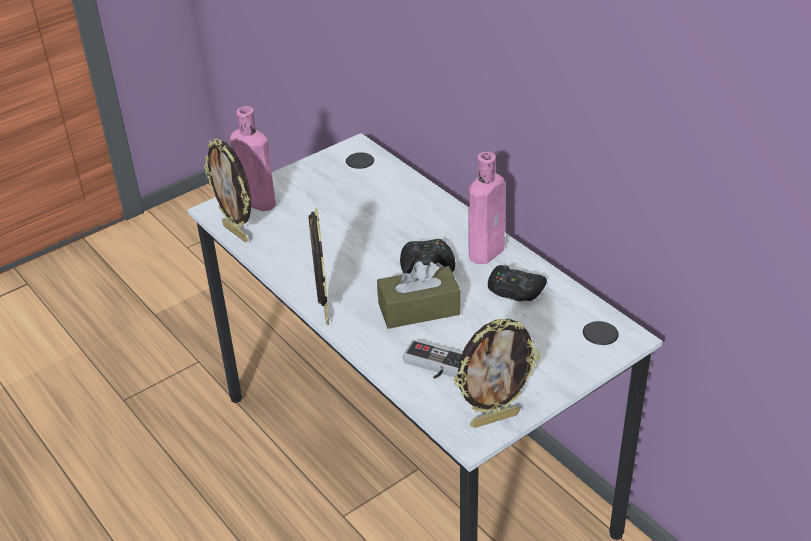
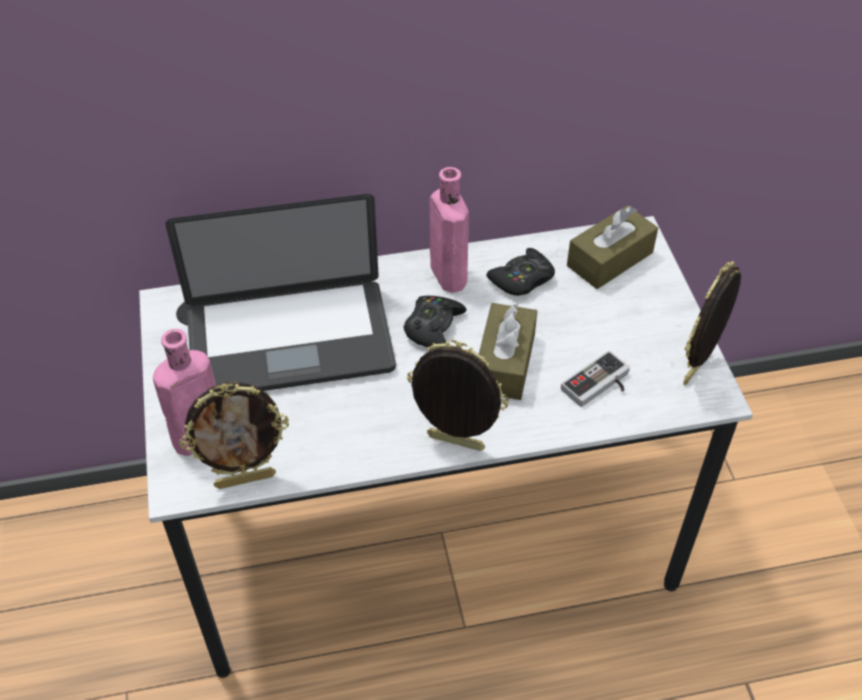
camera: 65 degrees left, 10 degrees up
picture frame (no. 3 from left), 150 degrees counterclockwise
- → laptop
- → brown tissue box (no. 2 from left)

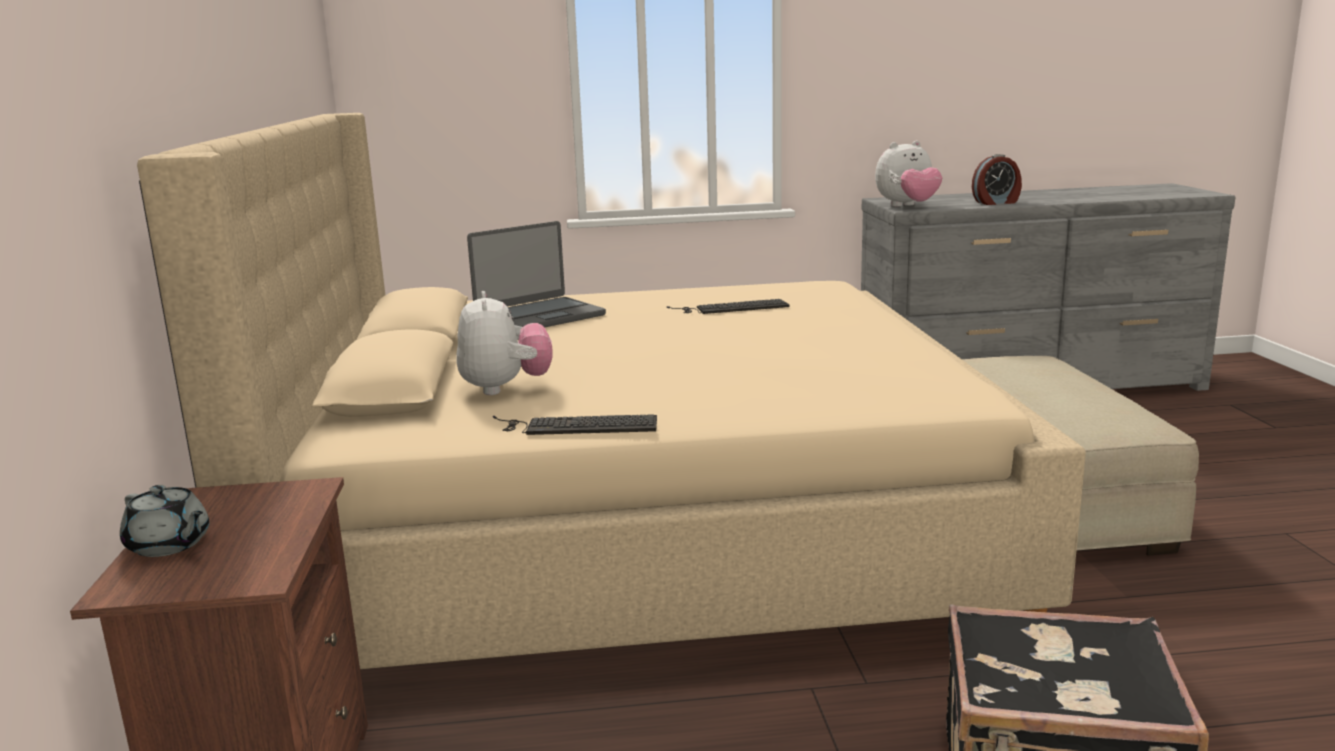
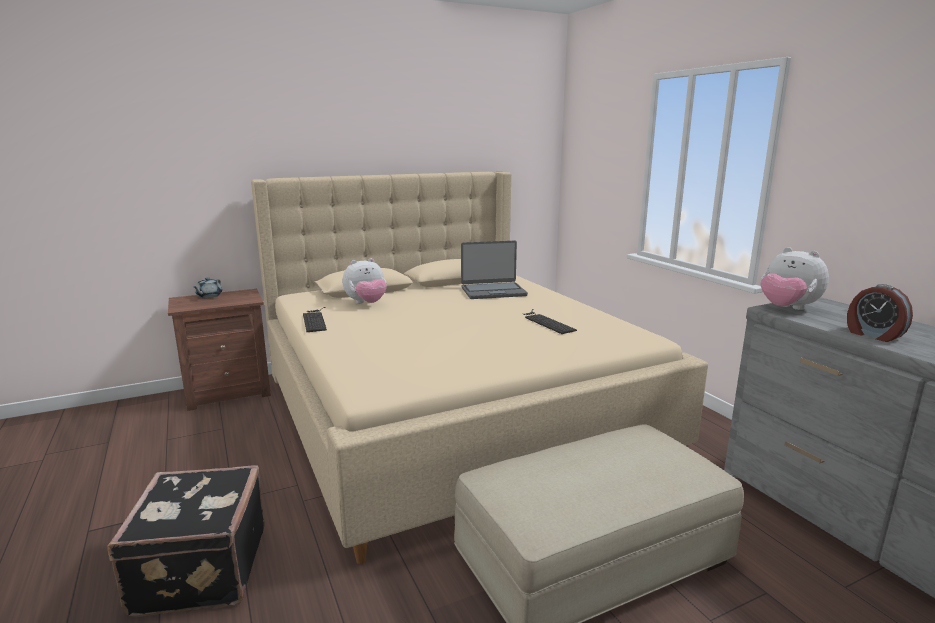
camera: 70 degrees right, 0 degrees up
laptop, 45 degrees counterclockwise

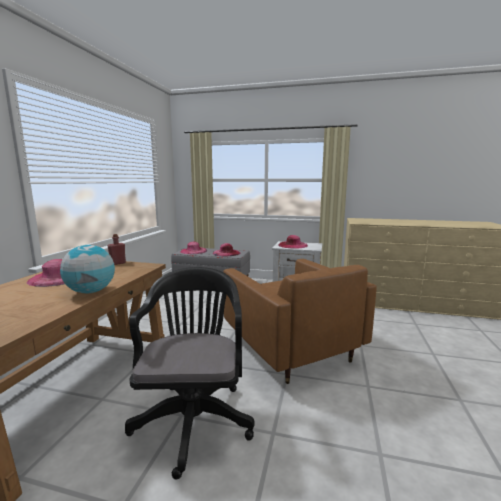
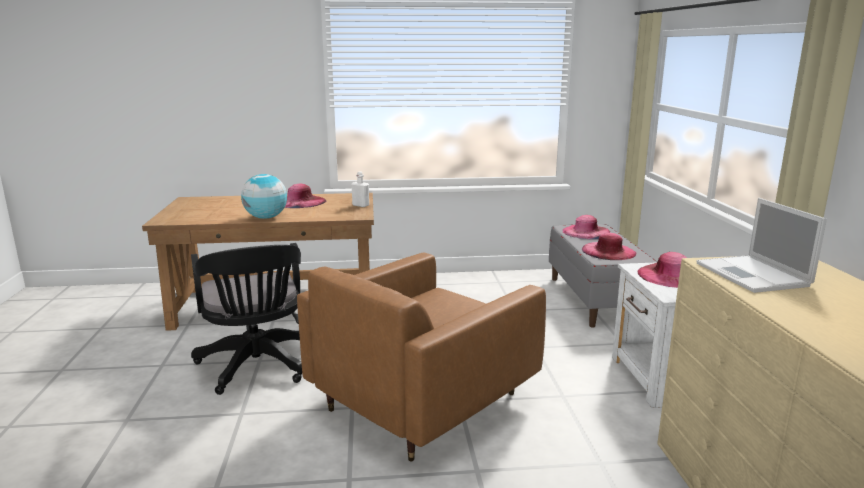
camera: 70 degrees right, 5 degrees up
red bottle → white bottle
black office chair, 90 degrees clockwise
- → laptop

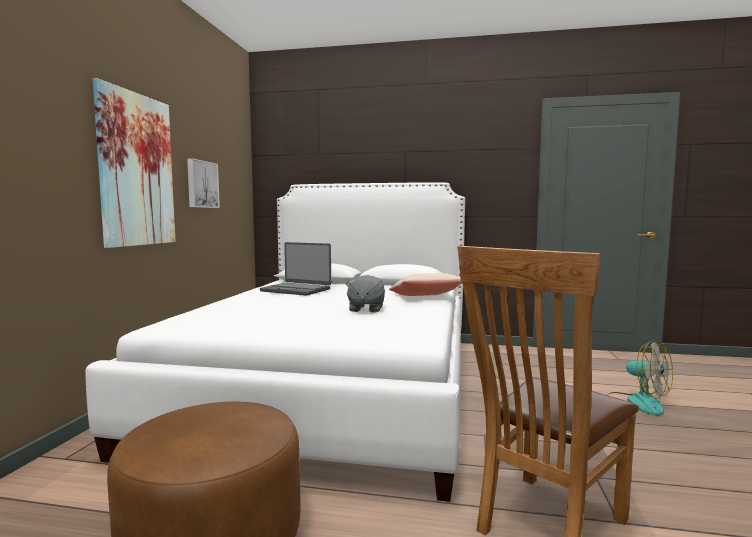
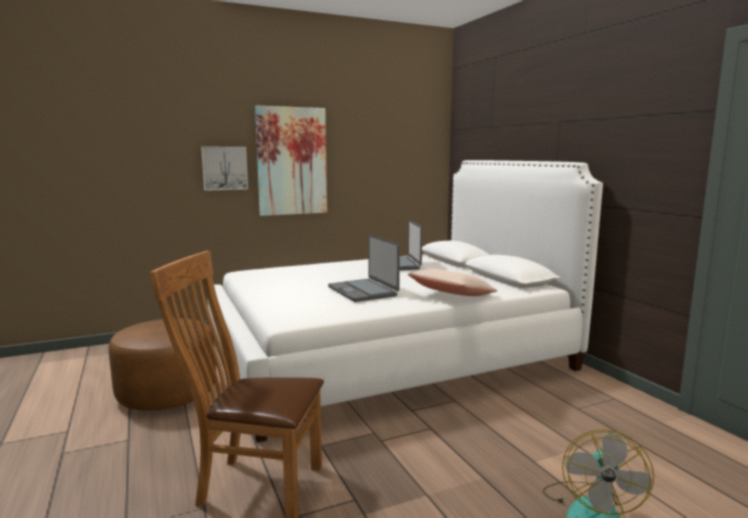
camera: 55 degrees right, 5 degrees up
picture (no. 2 from left in the first image) → picture (no. 1 from left), relocated
grey plush toy → laptop (no. 1 from left)

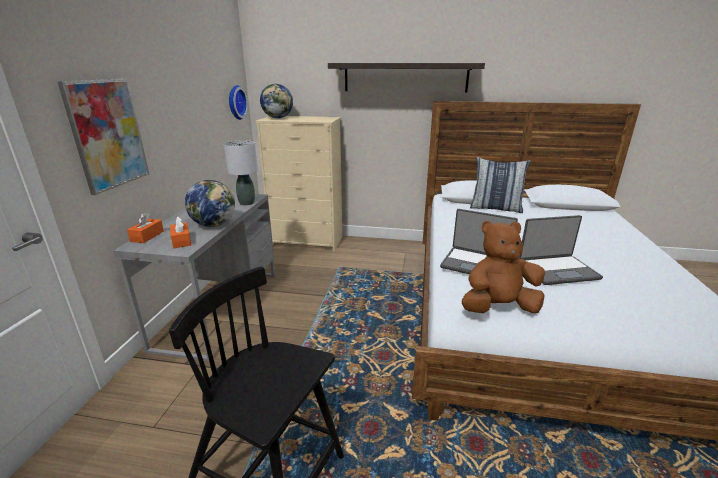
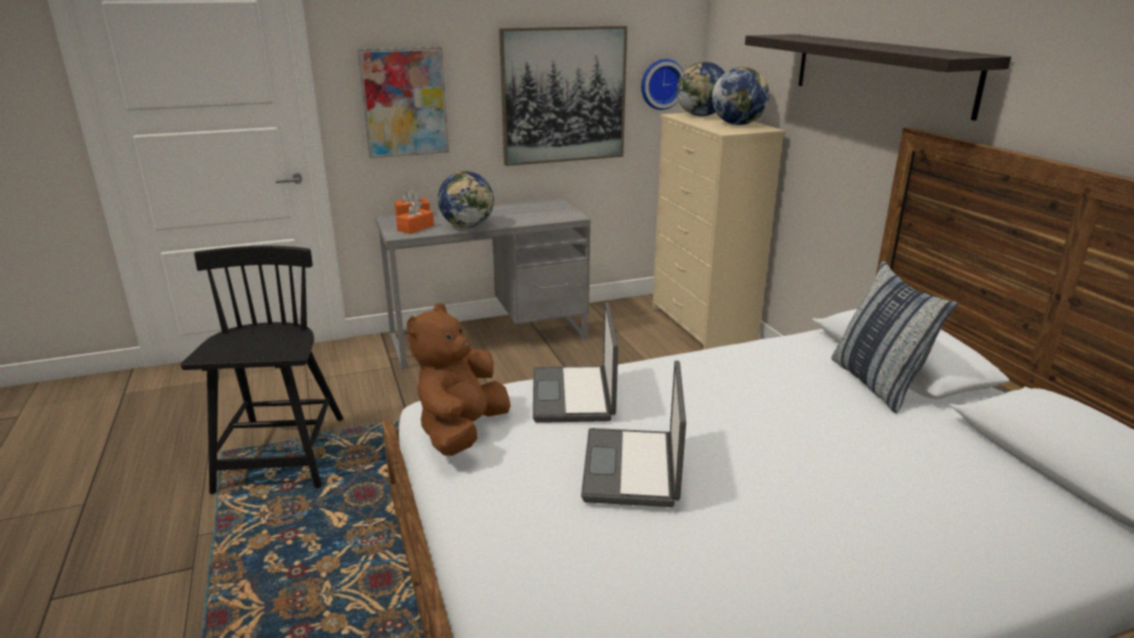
camera: 60 degrees right, 0 degrees up
grey table lamp → -
brown plush toy, 120 degrees counterclockwise
laptop (no. 2 from left), 45 degrees clockwise
- → picture (no. 2 from left)
- → globe (no. 3 from left)

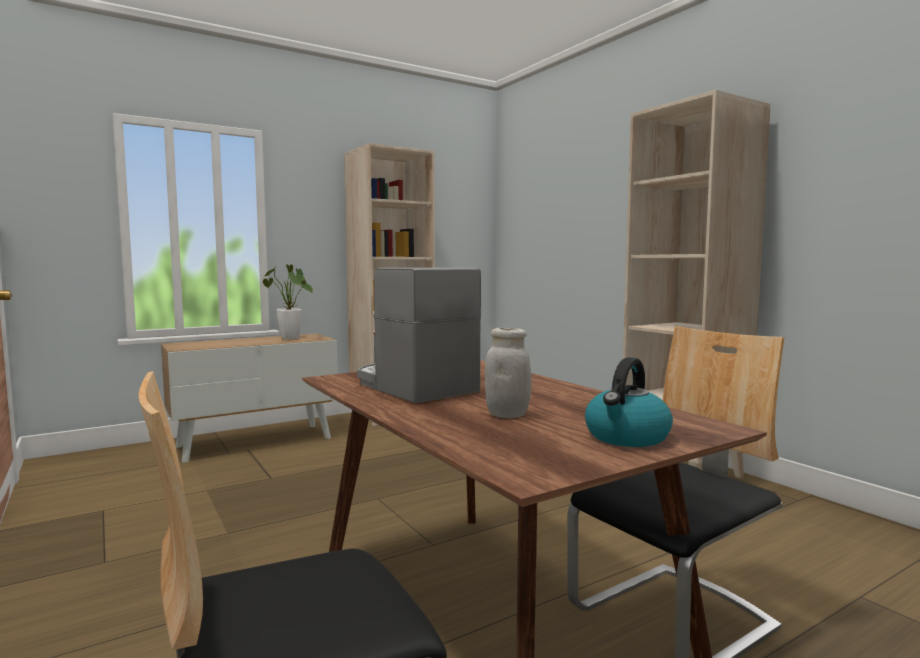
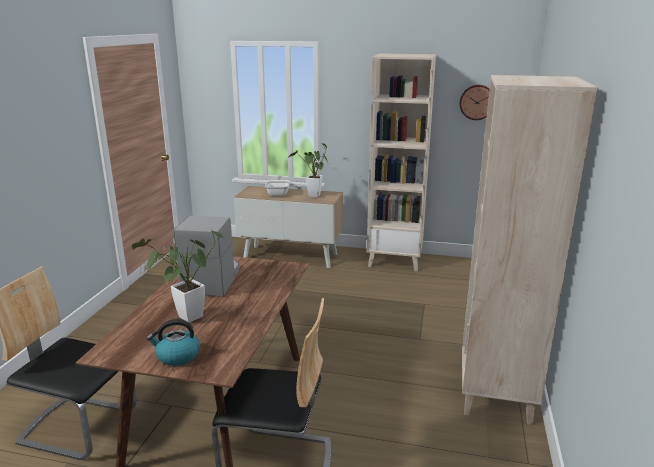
camera: 45 degrees right, 15 degrees up
white jar → potted plant (no. 1 from left)
- → frying pan
- → wall clock

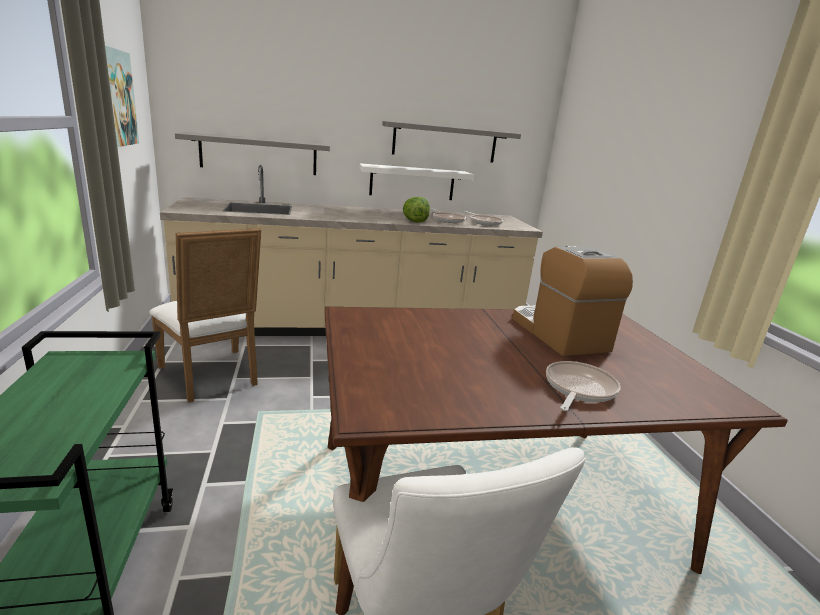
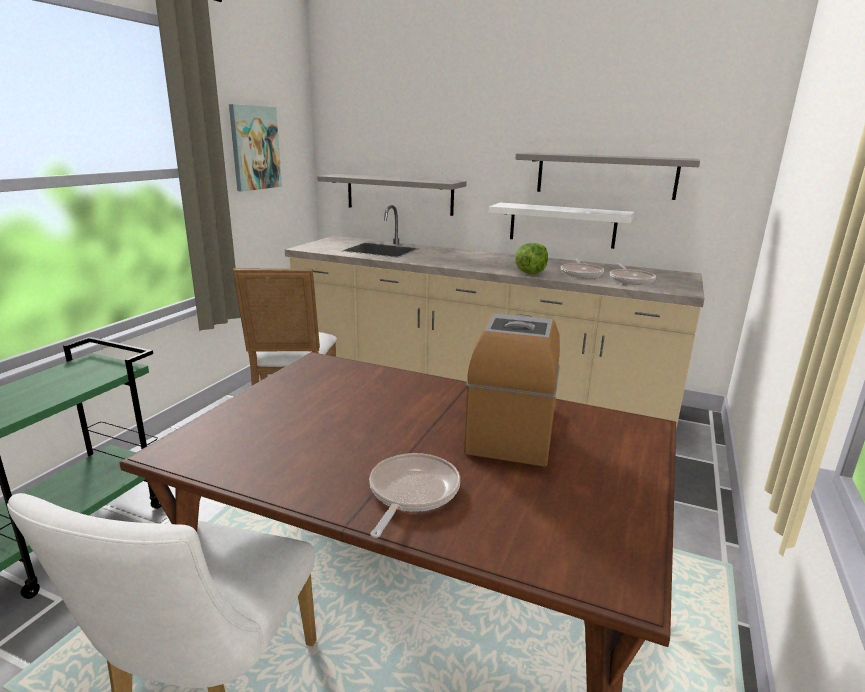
camera: 35 degrees right, 0 degrees up
frying pan (no. 3 from left in the first image) → frying pan (no. 1 from left), 45 degrees counterclockwise

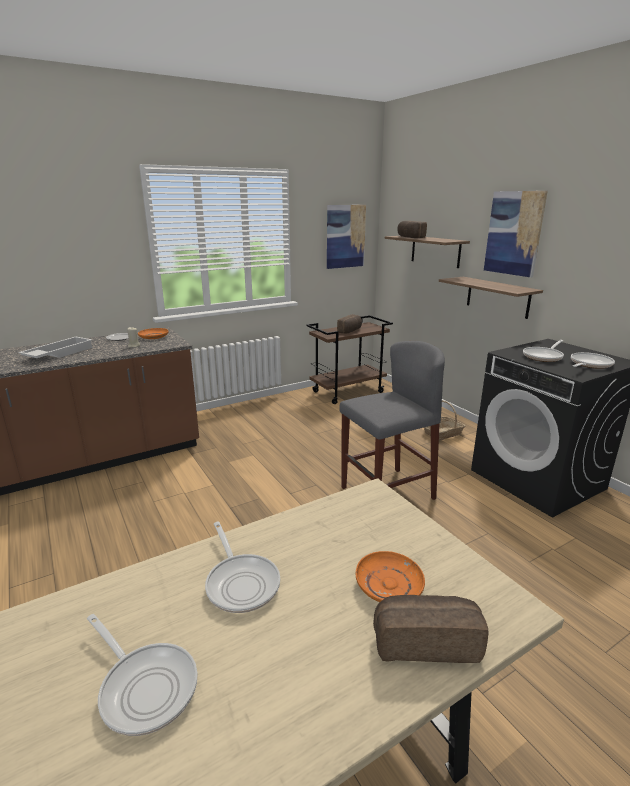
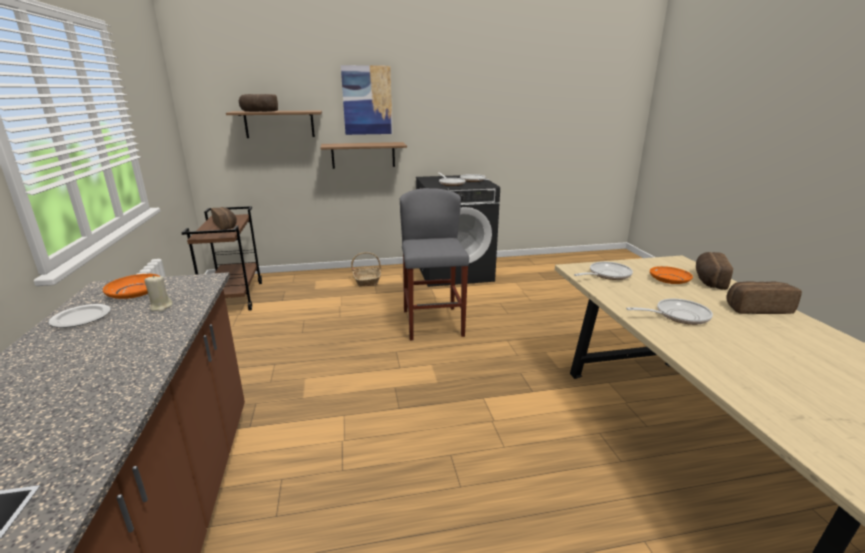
camera: 70 degrees left, 0 degrees up
white tray → -
frying pan (no. 1 from left in the first image) → frying pan (no. 3 from left), relocated
picture (no. 1 from left) → -
- → bread (no. 4 from left)

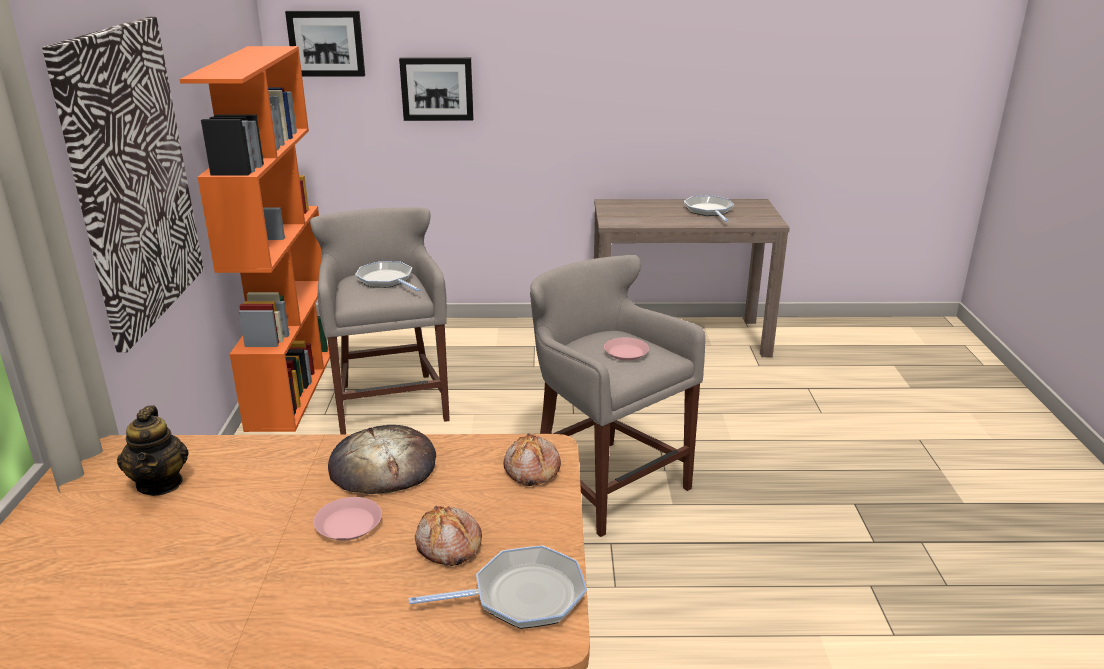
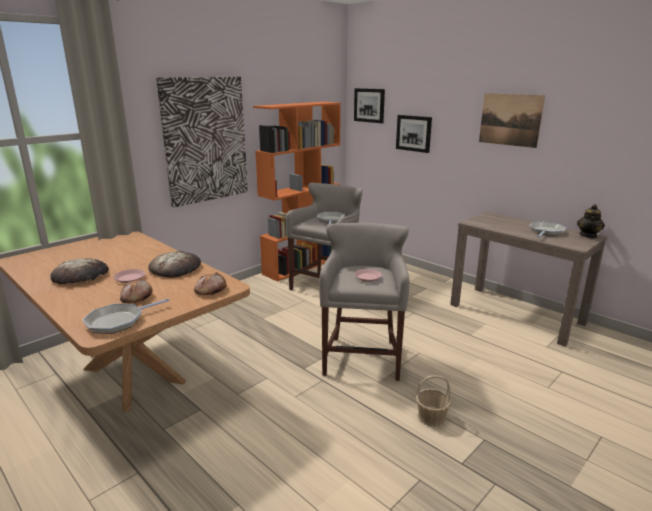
camera: 45 degrees right, 5 degrees down
teapot, relocated
frying pan (no. 2 from left in the first image) → frying pan (no. 1 from left), 105 degrees clockwise
- → bread (no. 1 from left)
- → basket
- → picture (no. 4 from left)

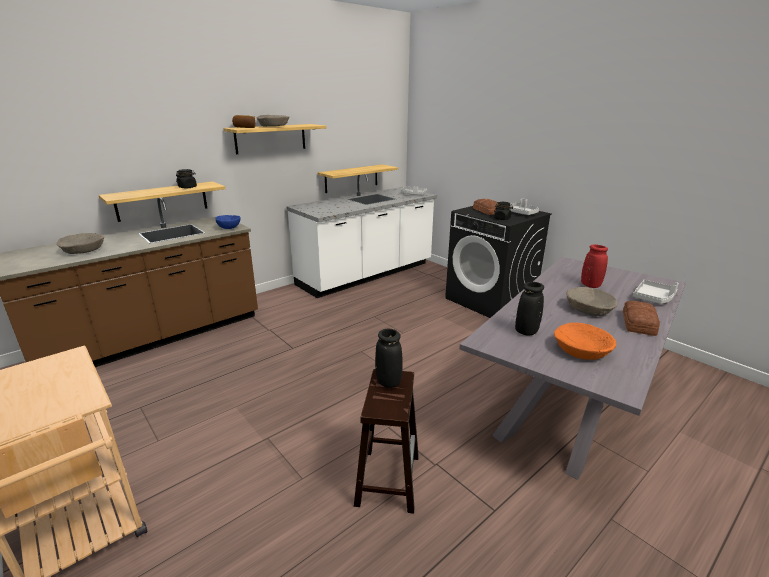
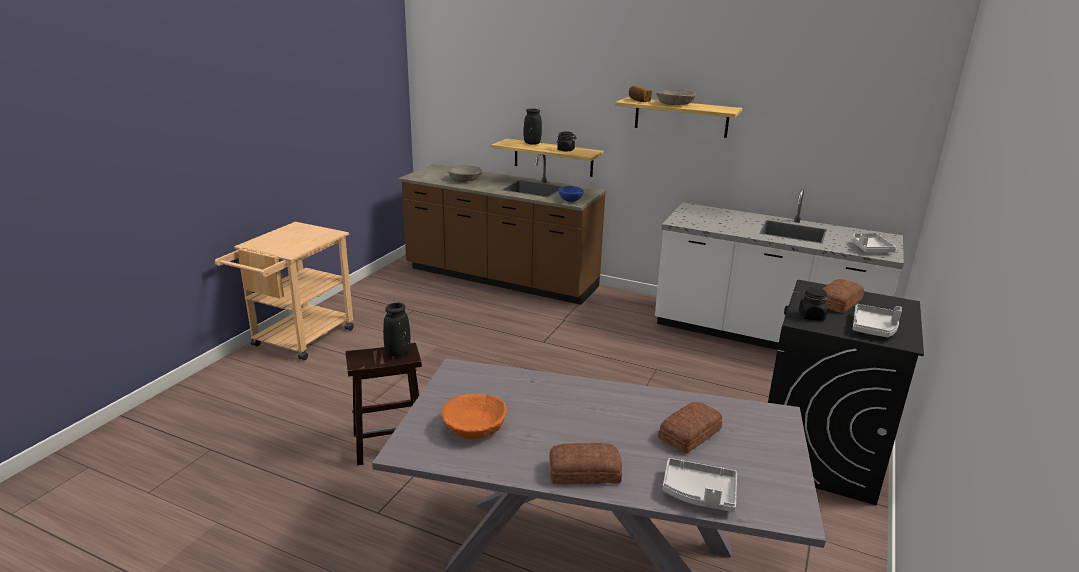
camera: 65 degrees right, 0 degrees up
shelf (no. 3 from left) → -
black vase (no. 2 from left), relocated
beige bowl (no. 3 from left) → -
red vase → bread (no. 3 from left)

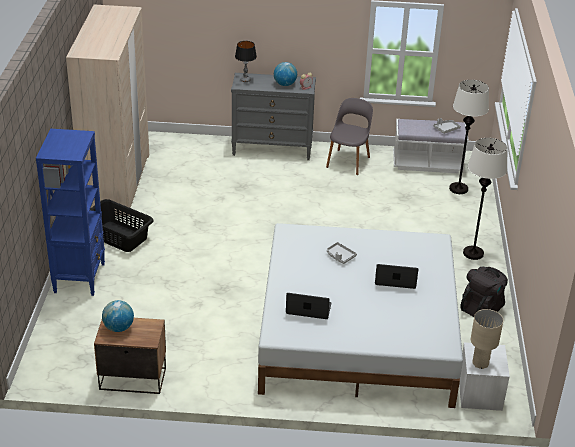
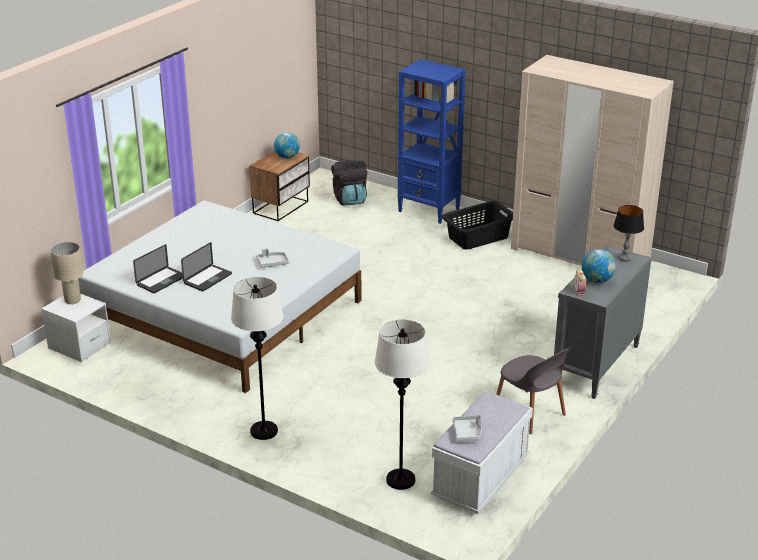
camera: 120 degrees right, 5 degrees down
laptop (no. 1 from left), relocated
black backpack, relocated

